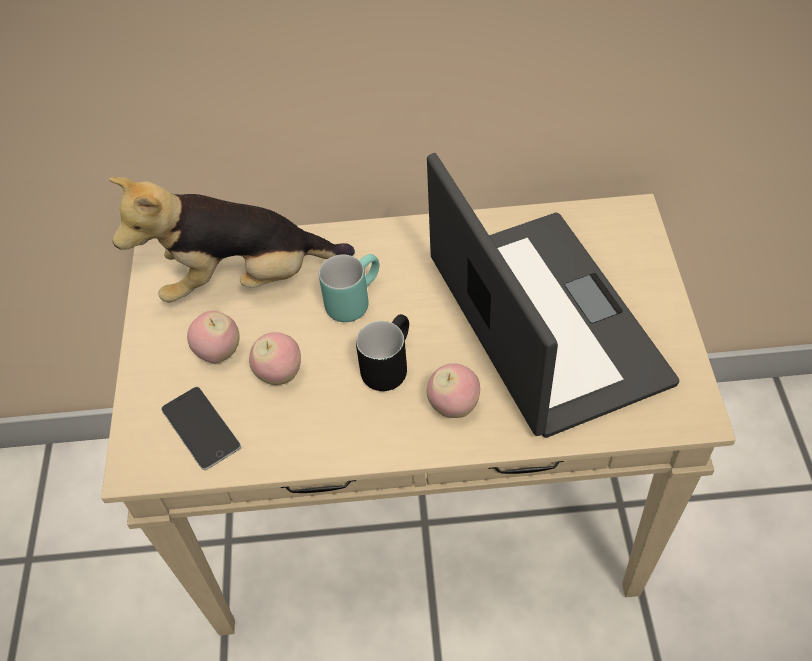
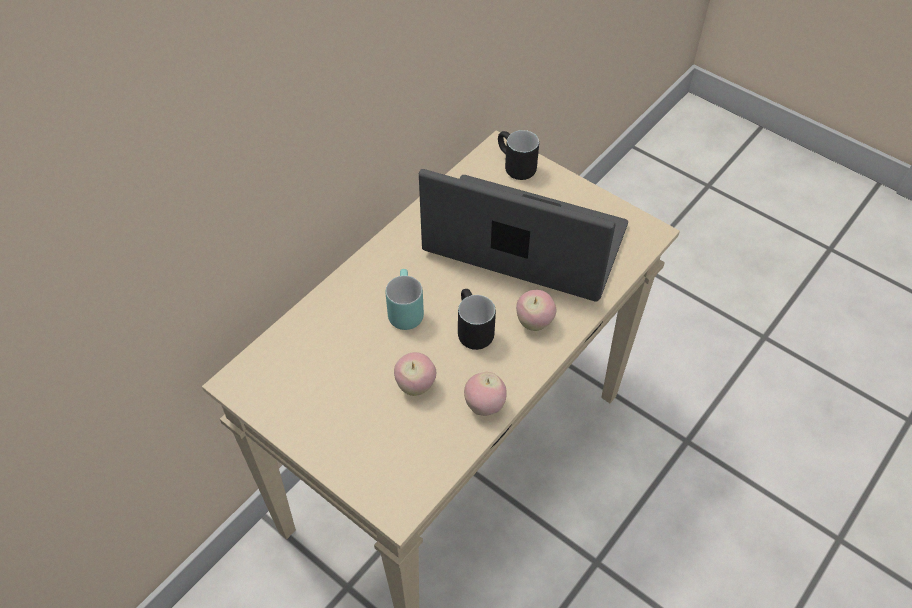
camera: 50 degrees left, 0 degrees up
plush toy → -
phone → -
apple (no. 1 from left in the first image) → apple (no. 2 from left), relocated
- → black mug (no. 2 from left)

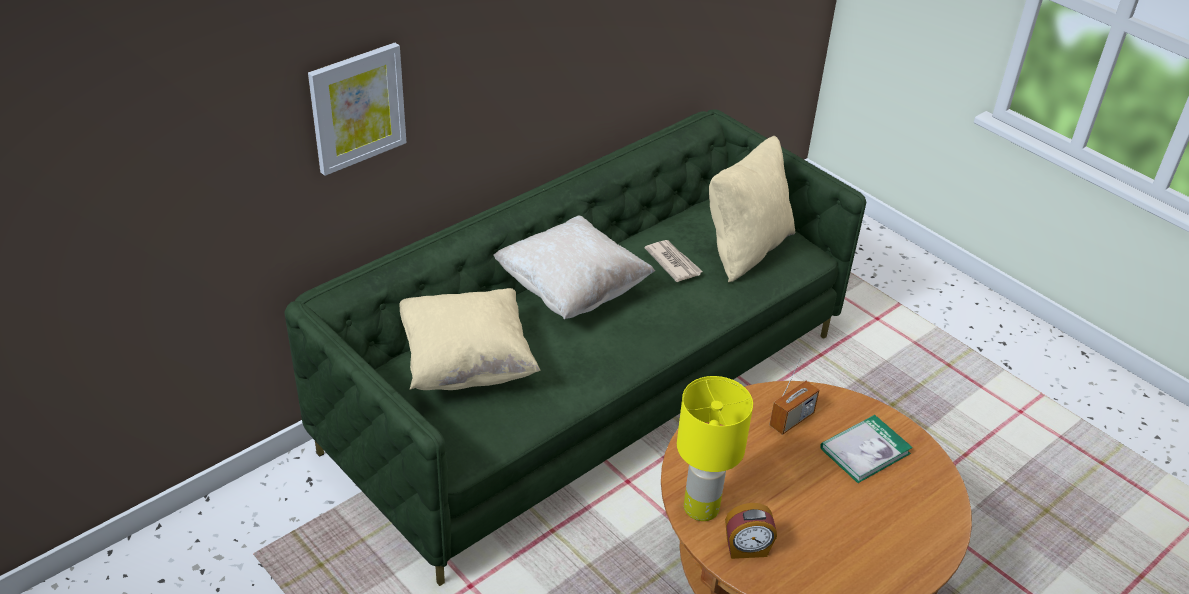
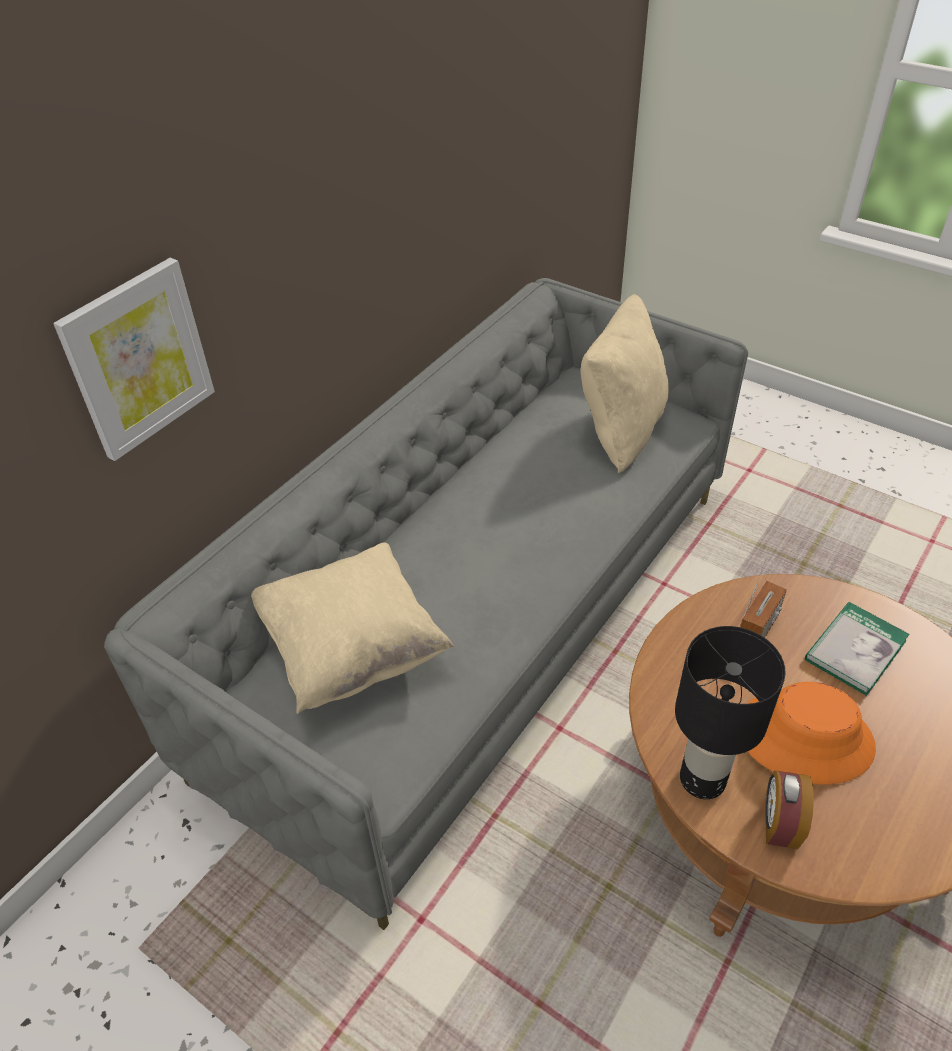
camera: 10 degrees left, 5 degrees up
green sofa → grey sofa
beige pillow (no. 2 from left) → -
newspaper → -
yellow table lamp → black table lamp
alarm clock, 120 degrees clockwise
- → orange hat

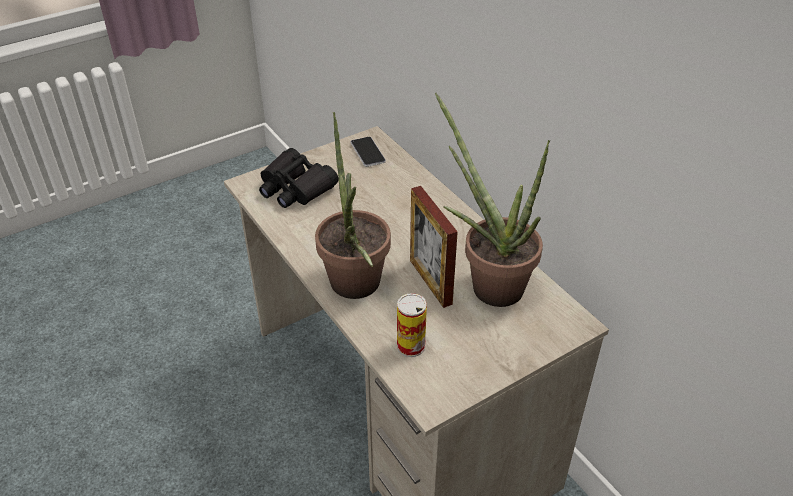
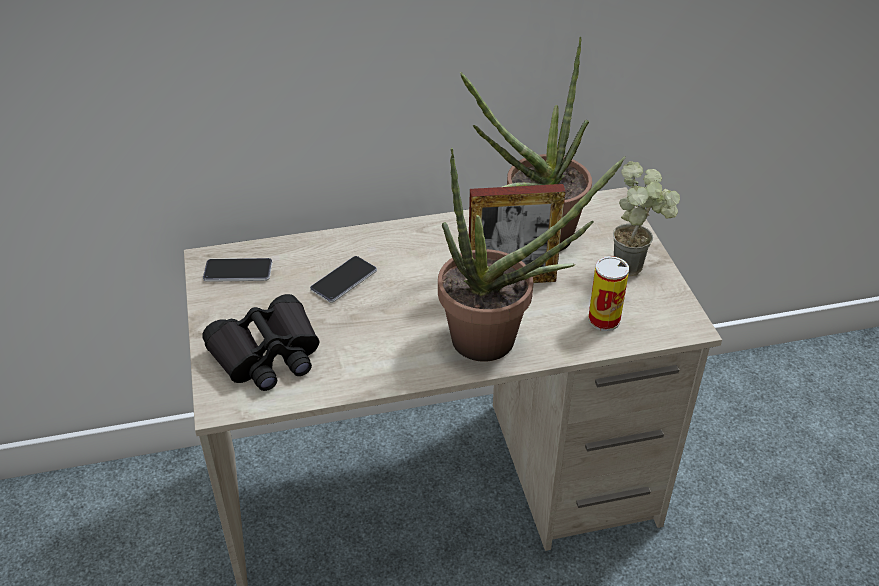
camera: 70 degrees left, 0 degrees up
- → phone (no. 2 from left)
- → potted plant (no. 3 from left)

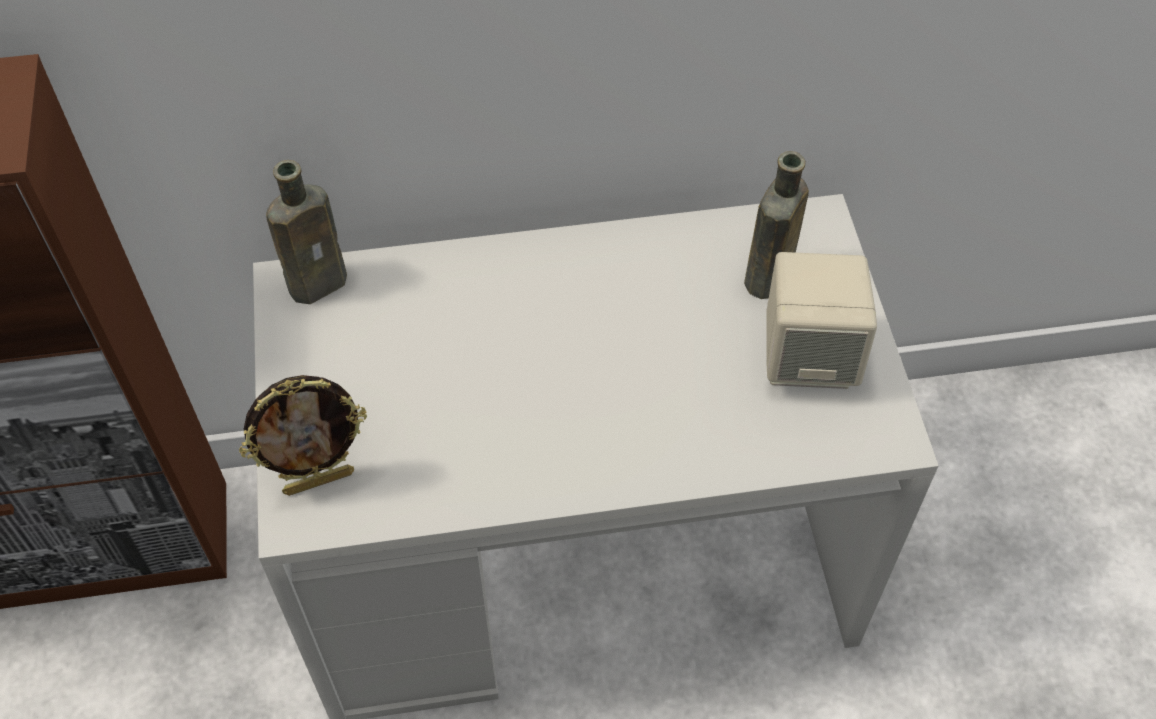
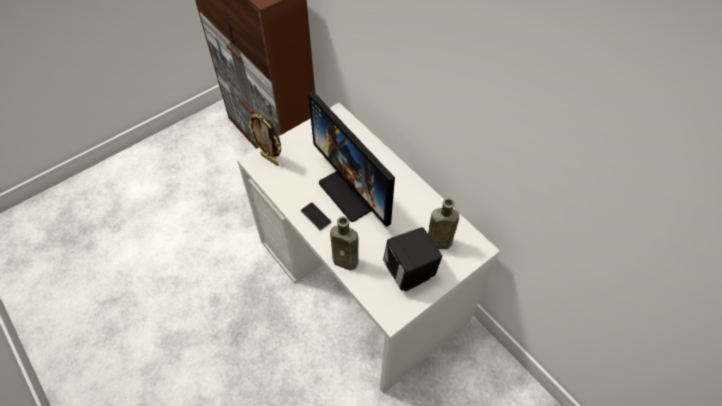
camera: 60 degrees right, 0 degrees up
brown bottle (no. 1 from left), relocated
beige speaker → black speaker
- → phone
- → monitor

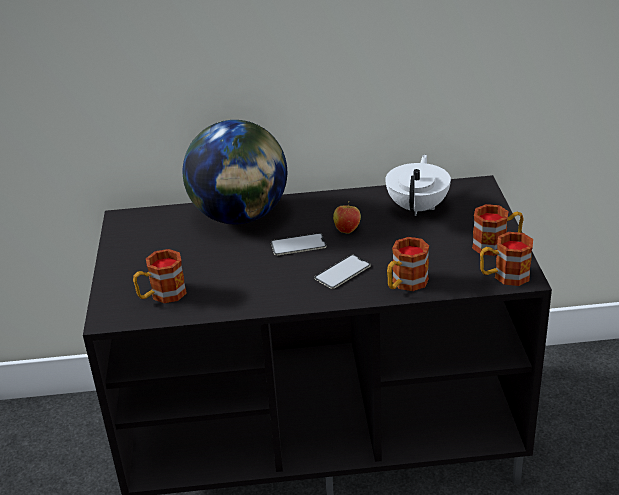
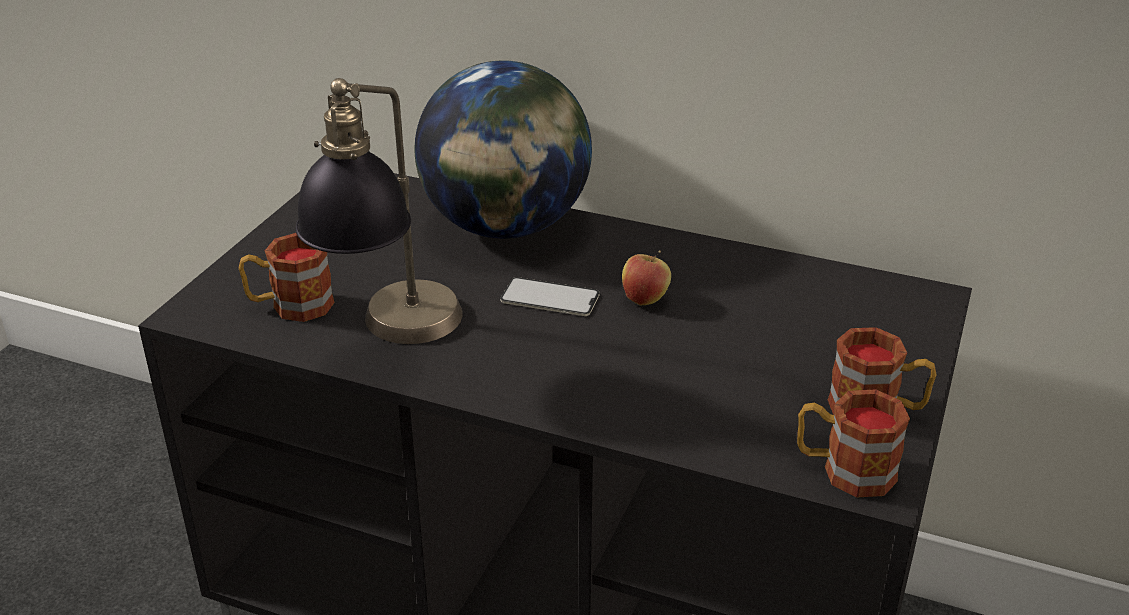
camera: 25 degrees right, 0 degrees up
phone (no. 2 from left) → -
white teapot → -
mug (no. 2 from left) → -
- → table lamp

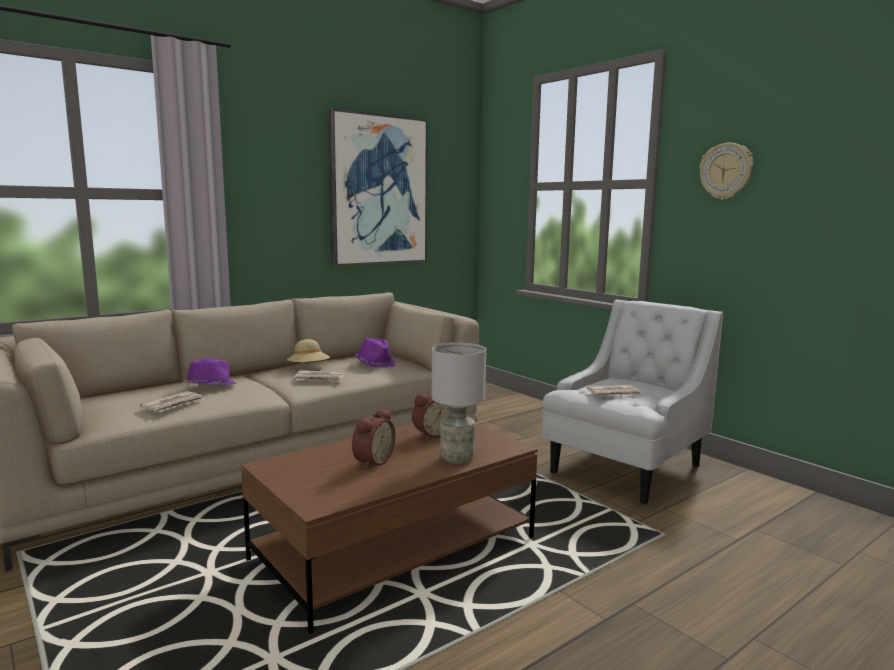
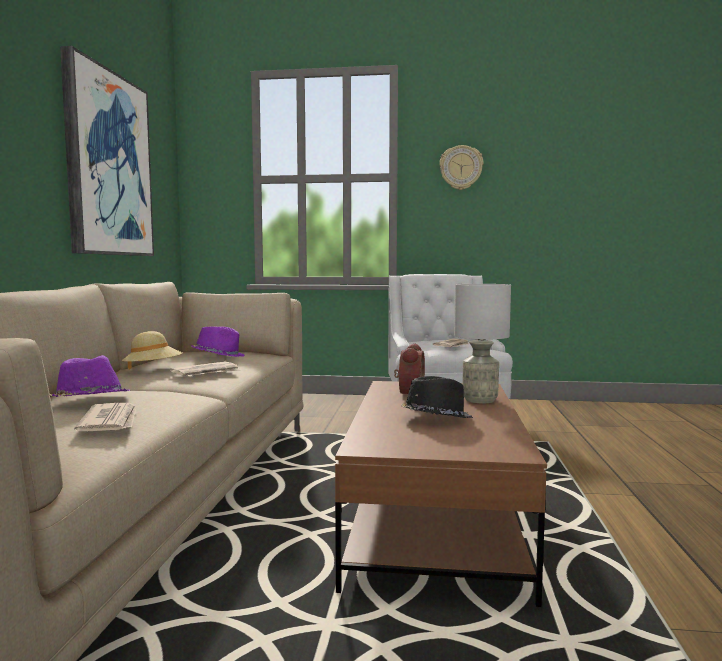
camera: 45 degrees left, 5 degrees down
alarm clock (no. 1 from left) → black hat

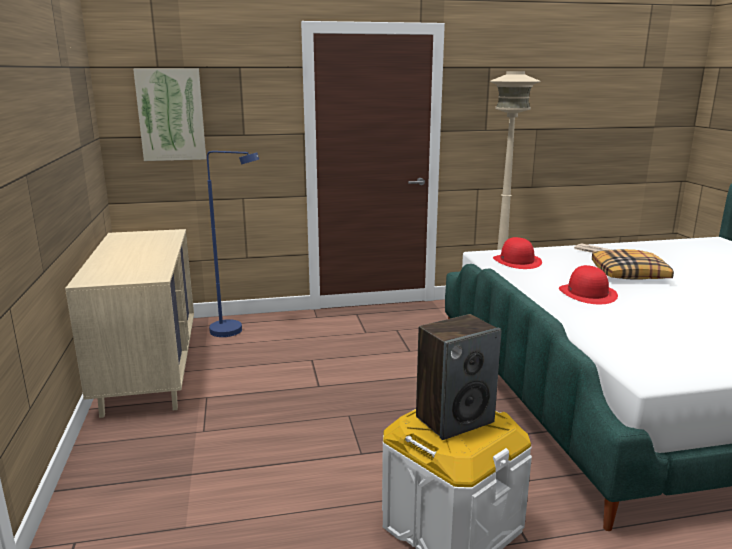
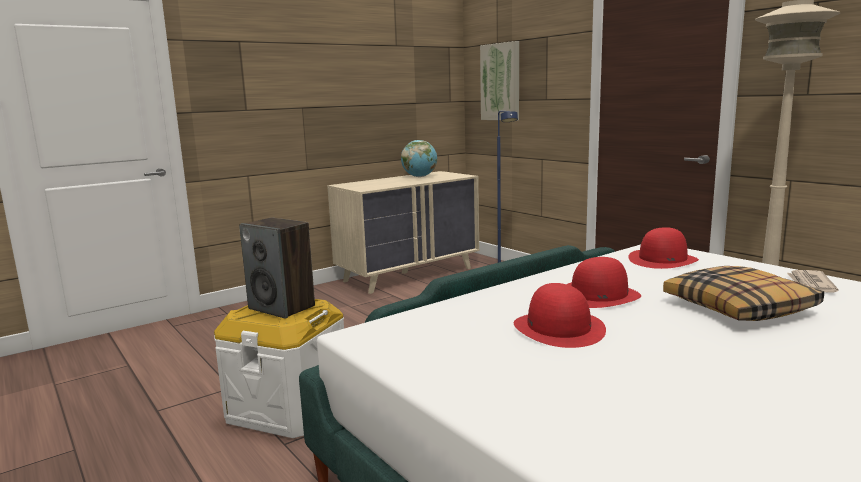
camera: 65 degrees right, 5 degrees down
- → globe
- → red hat (no. 1 from left)

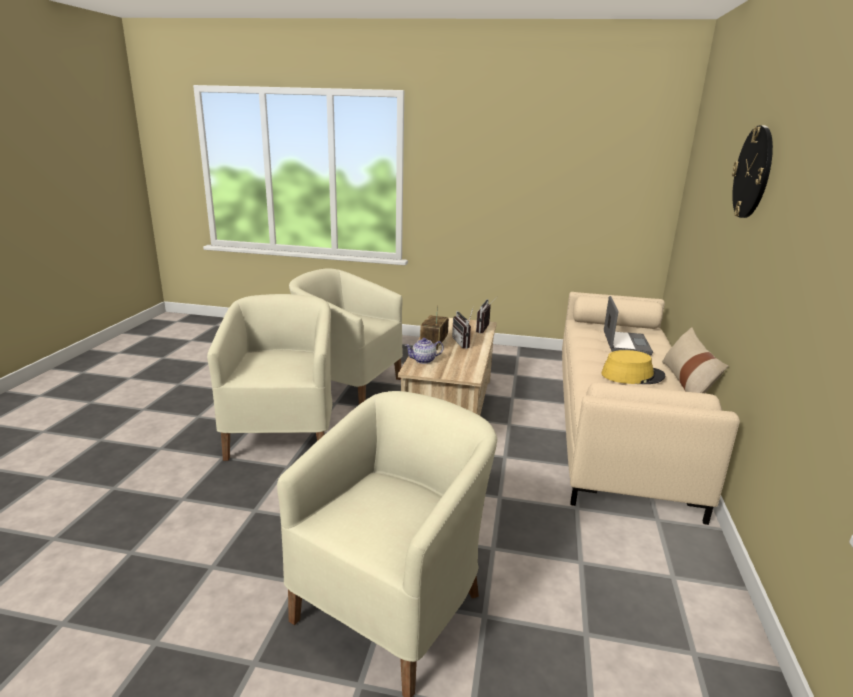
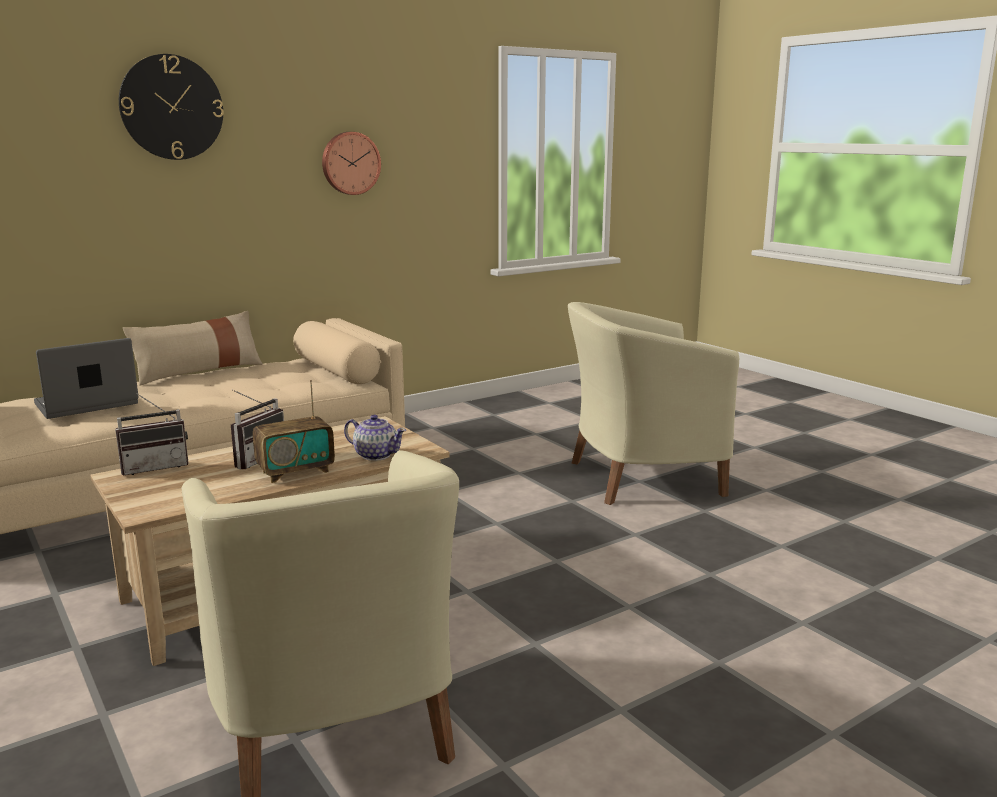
camera: 135 degrees left, 5 degrees down
beige armchair (no. 1 from left) → -
yellow hat → -
- → wall clock (no. 2 from left)

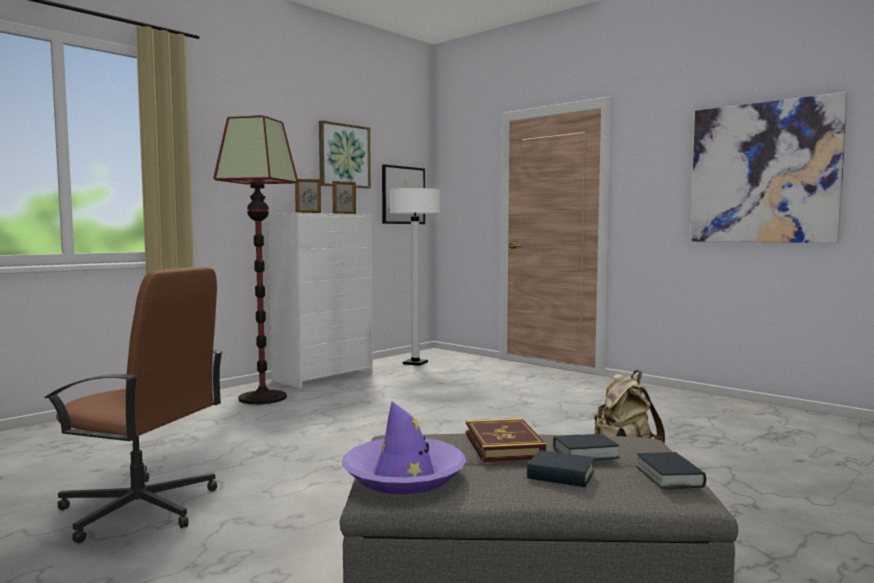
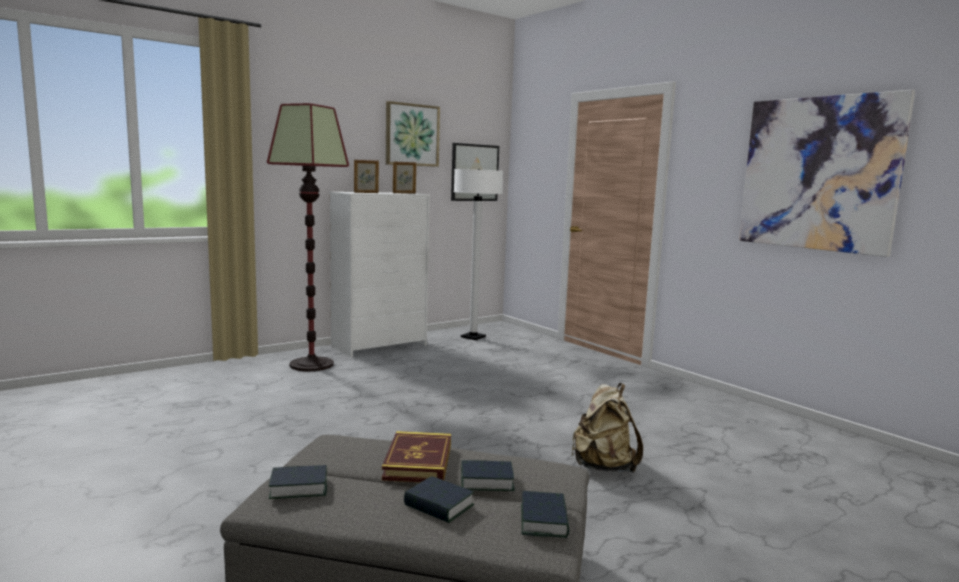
camera: 10 degrees right, 5 degrees up
brown office chair → -
purple hat → book (no. 1 from left)

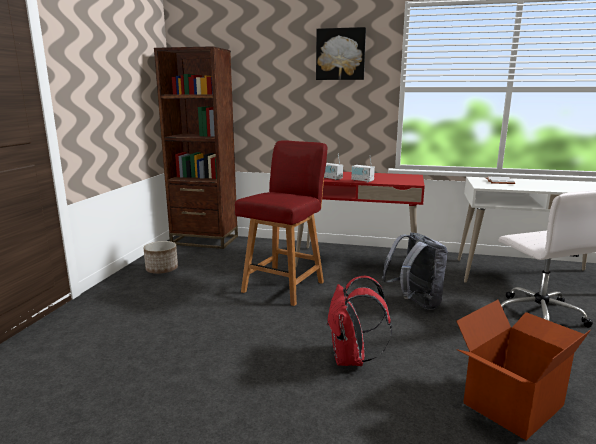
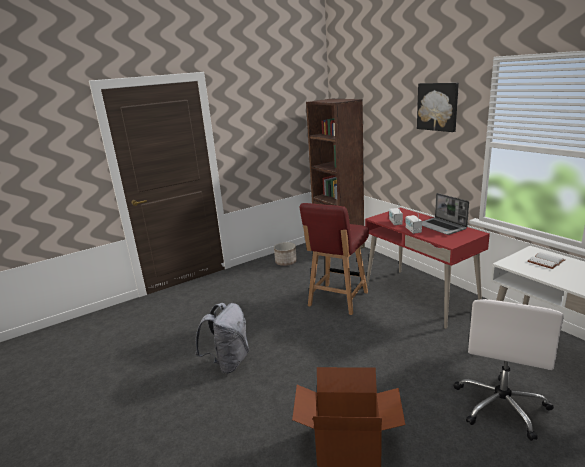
camera: 45 degrees right, 5 degrees up
red chair, 135 degrees clockwise
red backpack → -
grey backpack, relocated
- → laptop

